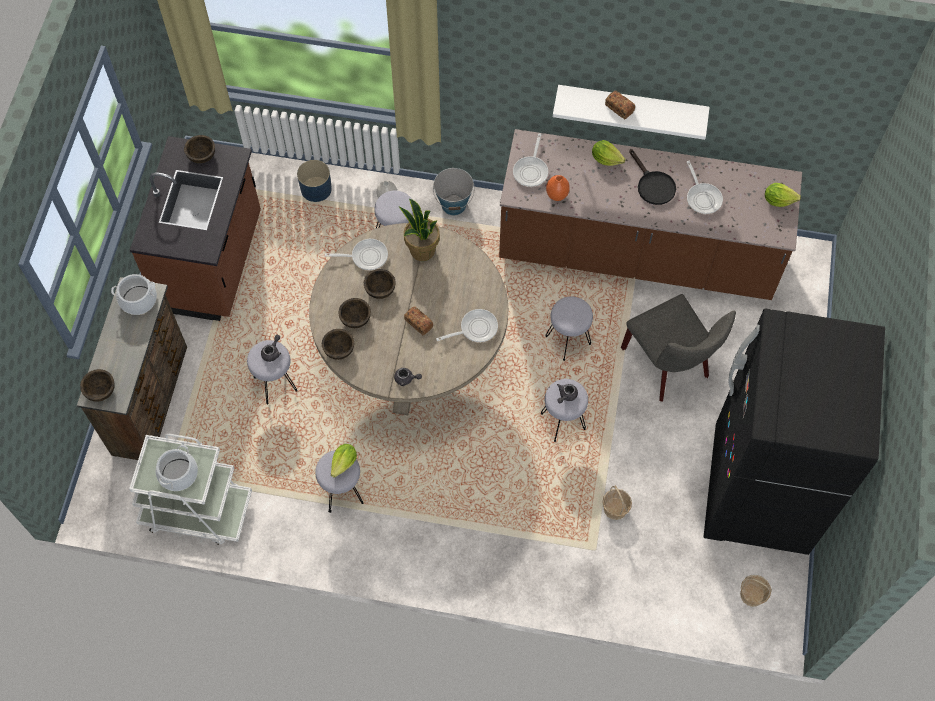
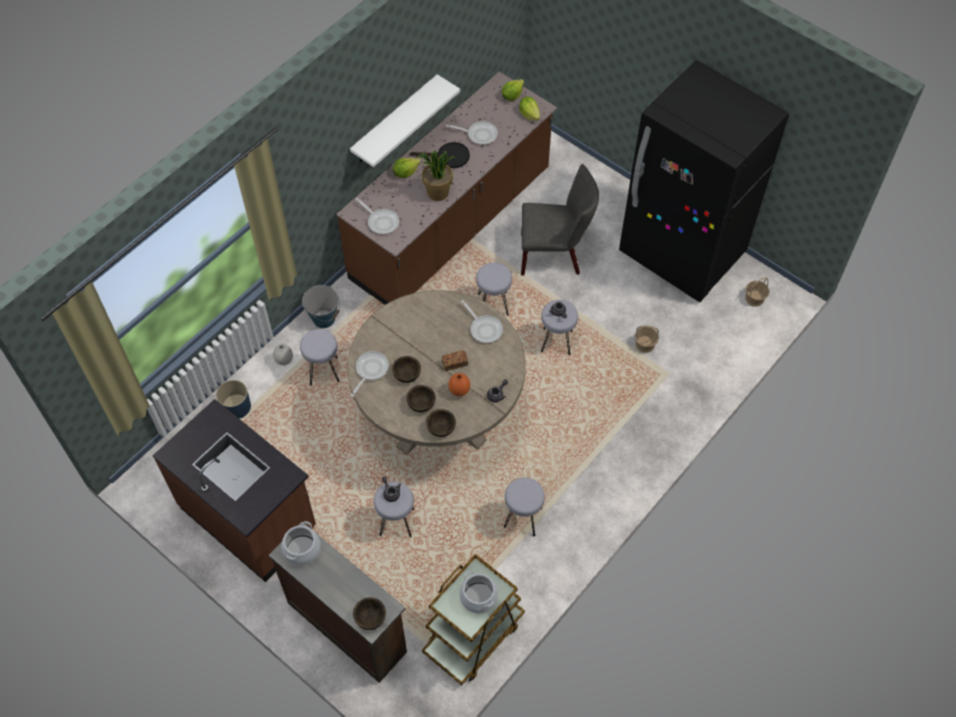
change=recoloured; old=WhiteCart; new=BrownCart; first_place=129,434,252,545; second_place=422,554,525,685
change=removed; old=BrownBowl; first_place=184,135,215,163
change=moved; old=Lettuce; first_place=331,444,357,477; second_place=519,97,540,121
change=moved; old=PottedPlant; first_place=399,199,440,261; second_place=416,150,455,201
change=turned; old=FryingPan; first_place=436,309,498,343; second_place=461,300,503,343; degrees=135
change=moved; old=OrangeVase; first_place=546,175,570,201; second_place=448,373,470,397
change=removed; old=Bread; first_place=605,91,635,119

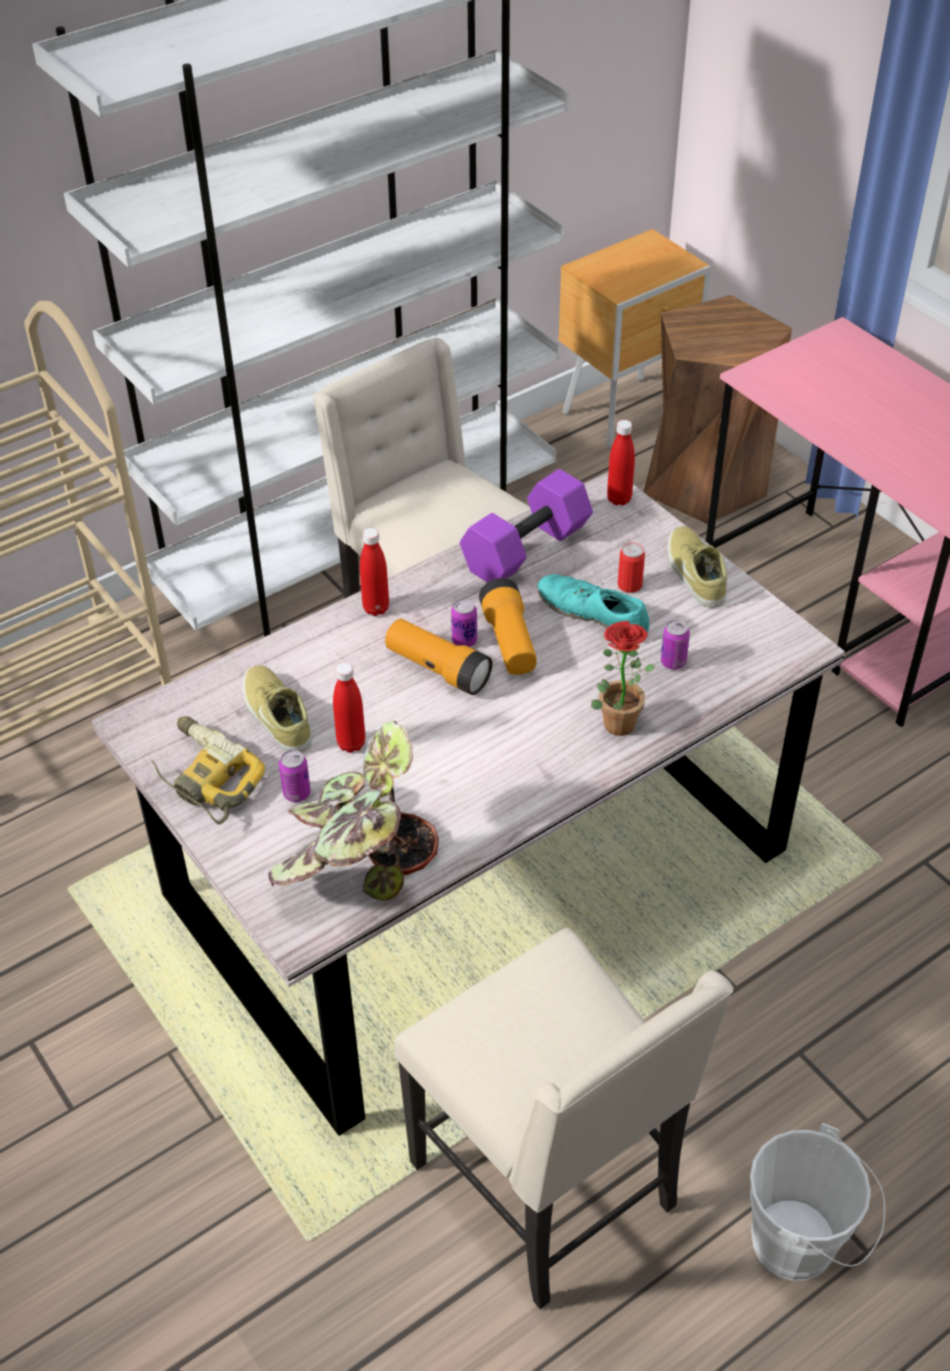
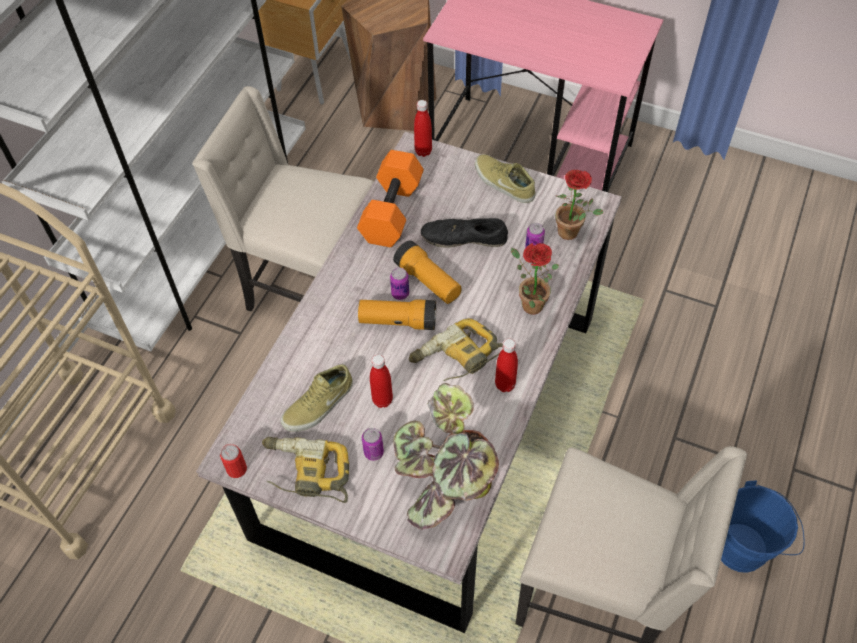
change=turned; old=BeigeShoe; first_place=243,665,312,753; second_place=280,364,353,432; degrees=-75
change=moved; old=RedBottle; first_place=360,528,389,616; second_place=495,339,518,392
change=recoloured; old=PurpleDumbbell; new=OrangeDumbbell; first_place=460,469,593,583; second_place=357,150,424,247
change=recoloured; old=TurquoiseShoe; new=BlackShoe; first_place=537,574,649,633; second_place=421,217,508,248
change=moved; old=Can; first_place=618,542,645,593; second_place=220,444,247,478
change=recoloured; old=WhiteBucket; new=BlueBucket; first_place=750,1123,885,1281; second_place=721,480,805,573
change=added; new=PowerDrill; second_place=409,318,503,381
change=added; new=PottedPlant; second_place=555,170,603,240

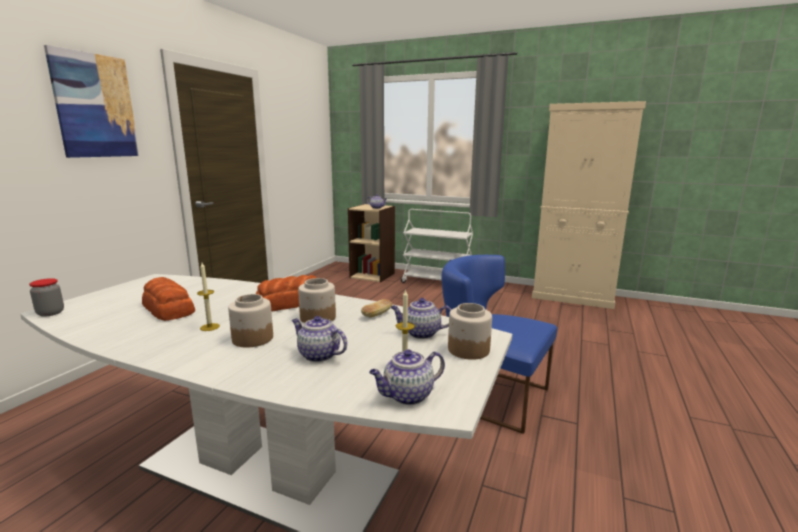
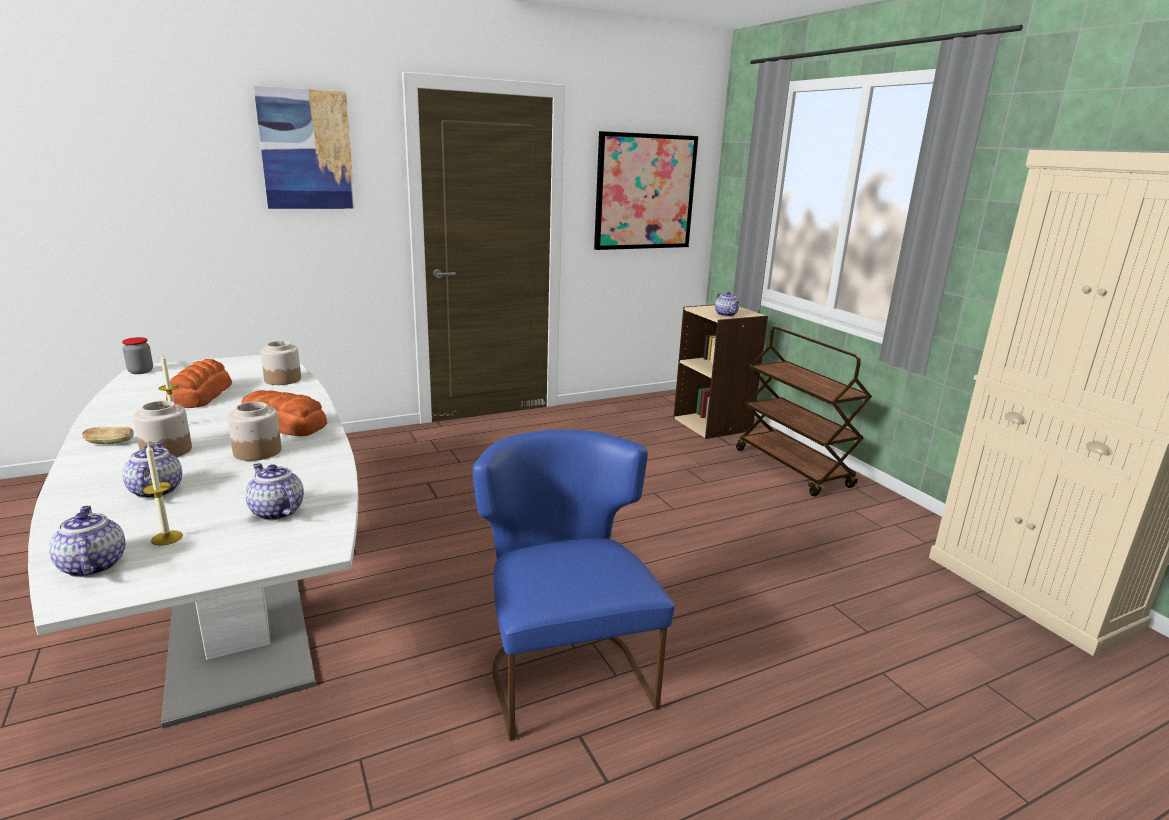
change=moved; old=Bread; first_place=361,299,392,318; second_place=82,427,134,444
change=turned; old=Teapot; first_place=369,349,445,405; second_place=49,506,125,577; degrees=45
change=recoloured; old=WhiteCart; new=BrownCart; first_place=401,209,473,283; second_place=736,327,872,496
change=moved; old=Jar; first_place=448,303,492,360; second_place=260,341,301,385
change=added; new=Picture; second_place=594,131,698,250

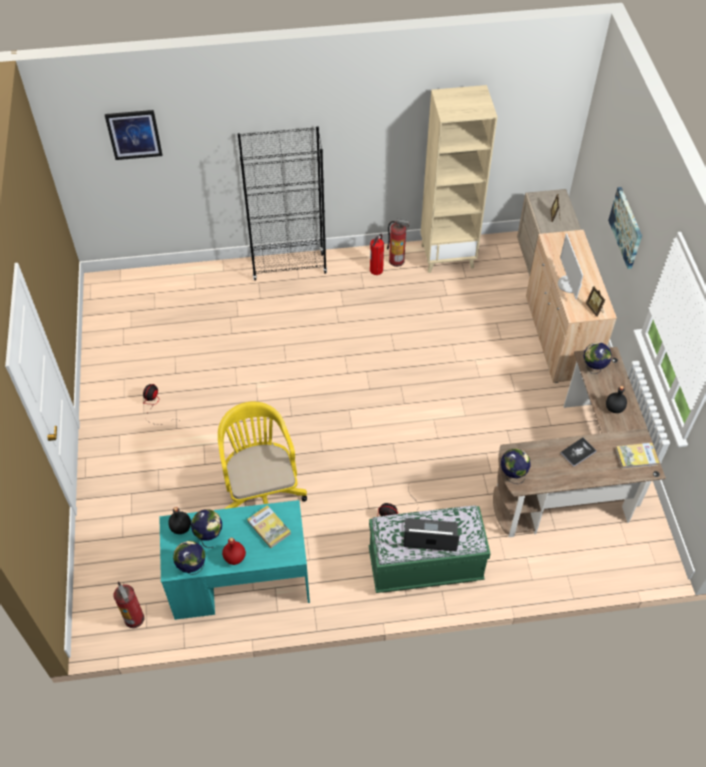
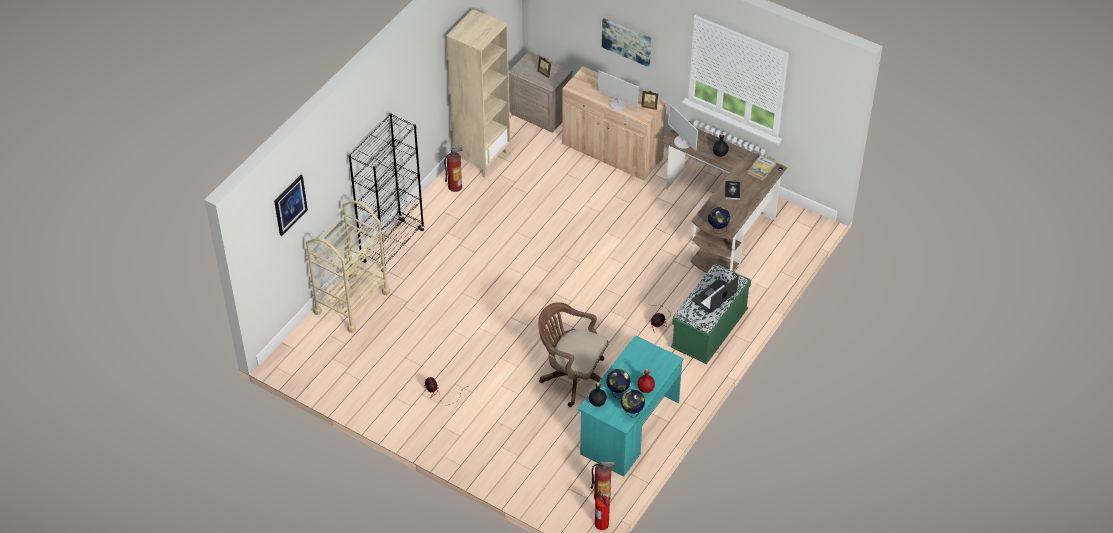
change=recoloured; old=YellowOfficeChair; new=BrownOfficeChair; first_place=218,402,307,509; second_place=538,302,608,407
change=removed; old=Book; first_place=247,505,291,548
change=moved; old=FireExtinguisher; first_place=370,234,384,275; second_place=595,491,610,530
change=replaced; old=Globe; new=Monitor; first_place=584,342,612,374; second_place=668,104,698,151
change=added; new=BeigeCart; second_place=306,200,390,333

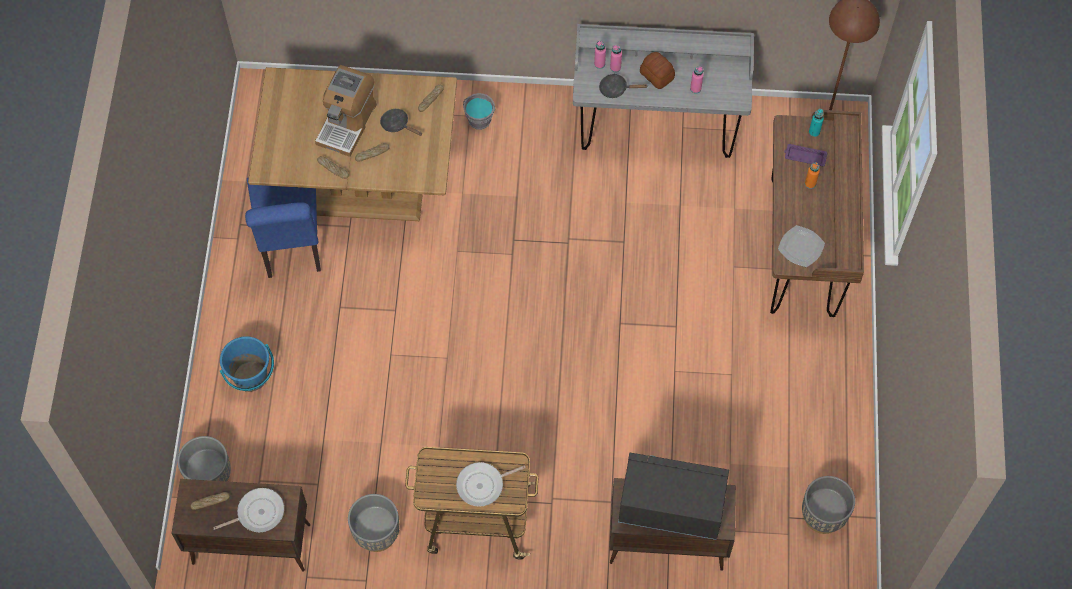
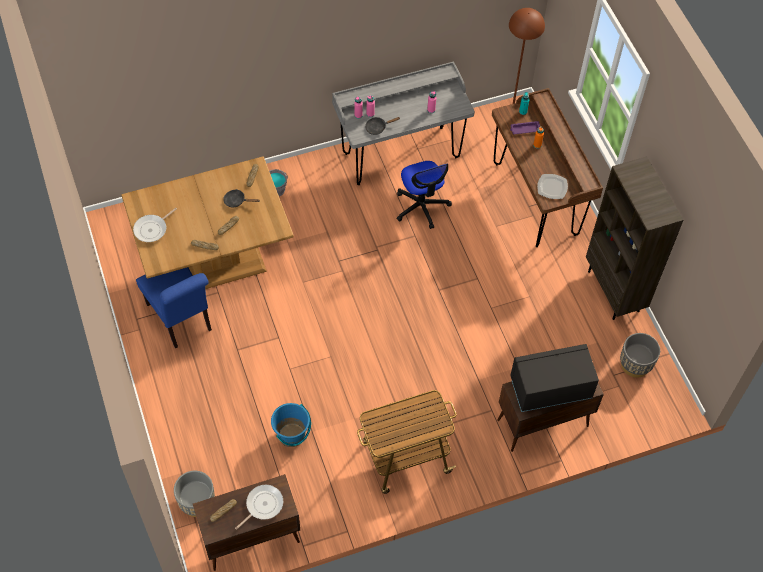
change=moved; old=BlueBucket; first_place=220,336,274,392; second_place=271,403,311,447
change=removed; old=CoffeeMachine; first_place=315,65,377,157
change=removed; old=GreyPlanter; first_place=348,494,399,552
change=moved; old=FryingPan; first_place=456,462,526,507; second_place=133,208,177,242
change=removed; old=Bread; first_place=640,52,675,89
change=added; new=OfficeChair; second_place=396,161,452,229
change=added; new=BrownBookcase; second_place=586,156,683,320

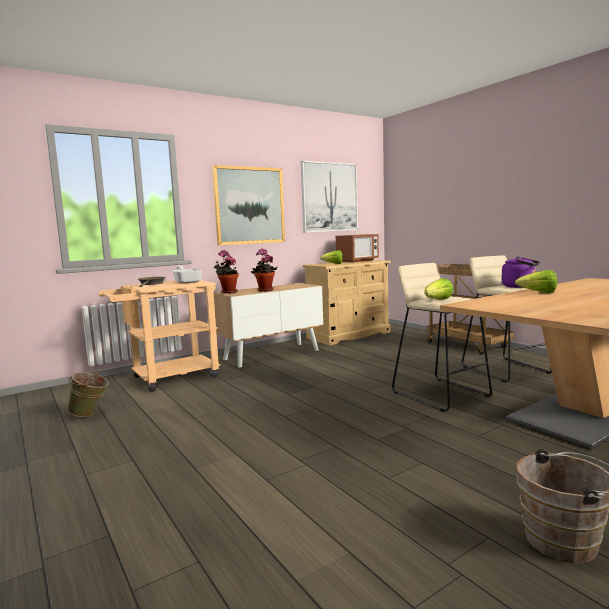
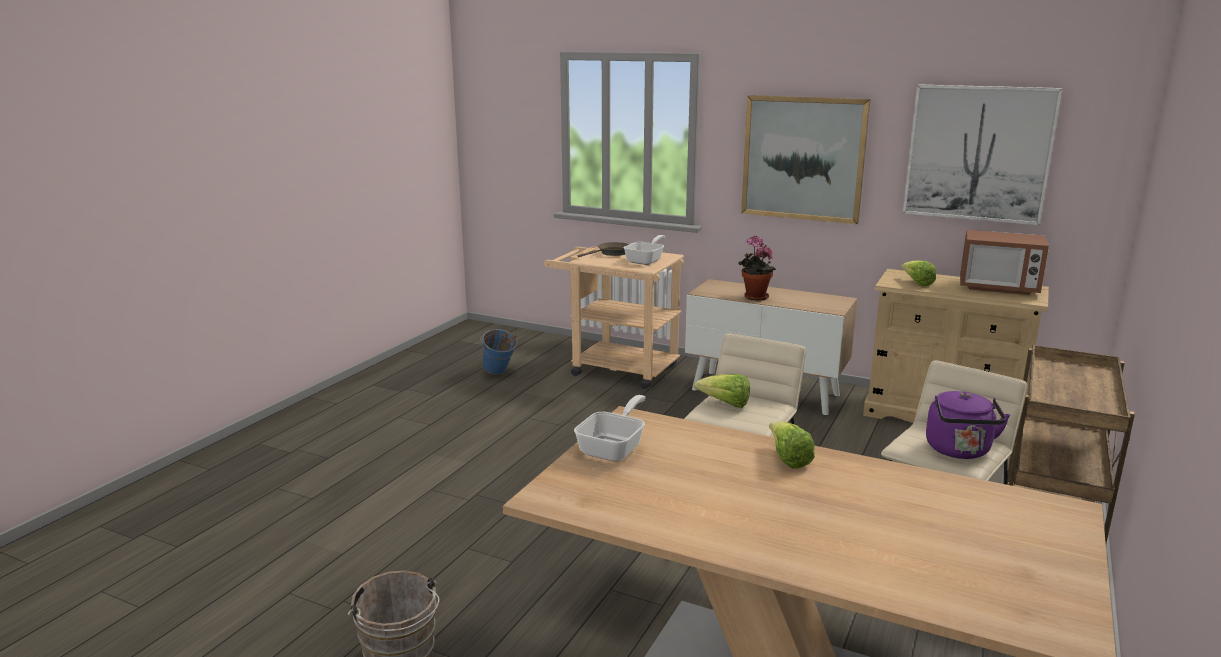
change=recoloured; old=GreenBucket; new=BlueBucket; first_place=67,372,109,417; second_place=480,329,517,375
change=removed; old=PottedPlant; first_place=214,250,239,293
change=added; new=FryingPan; second_place=574,395,645,462

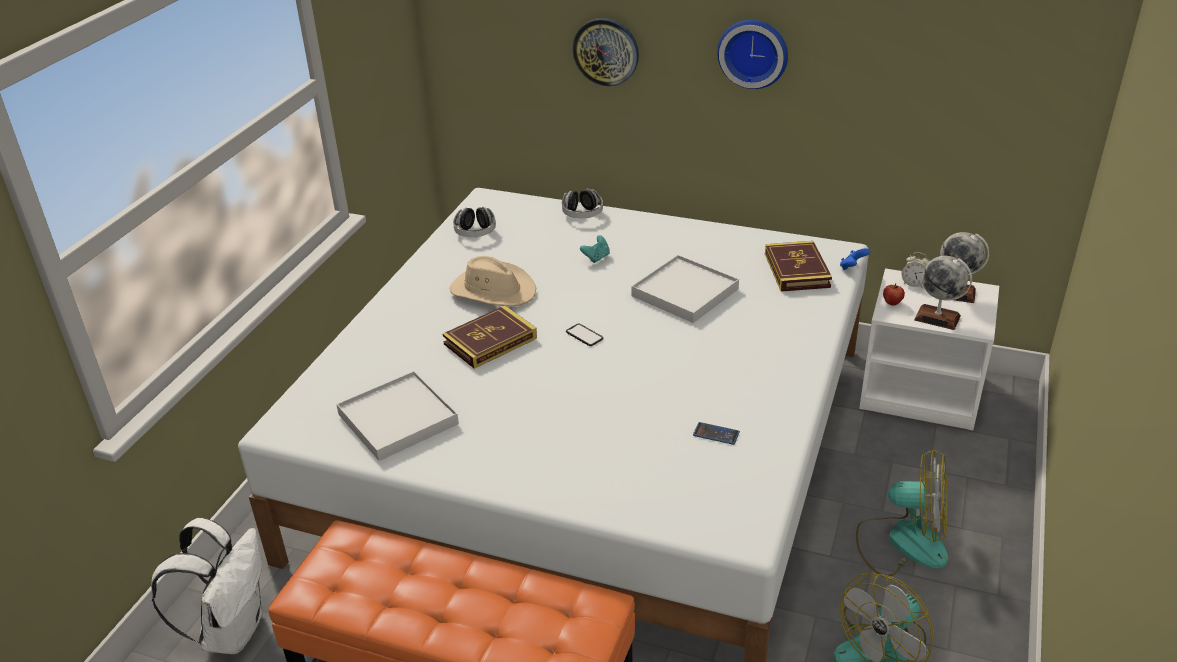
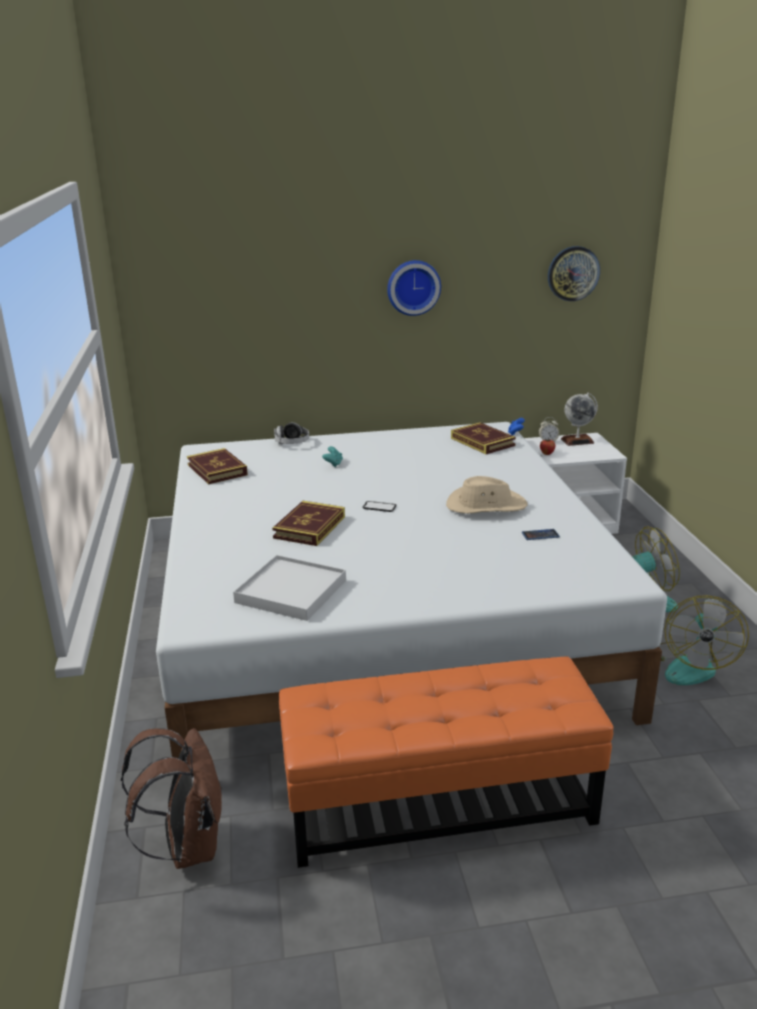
change=recoloured; old=WhiteBackpack; new=BrownBackpack; first_place=151,518,262,654; second_place=121,728,222,869
change=moved; old=BeigeHat; first_place=450,256,536,306; second_place=446,476,527,514
change=replaced; old=Headphones; new=Book; first_place=453,207,496,237; second_place=187,448,248,484
change=moved; old=WallClock; first_place=572,18,639,86; second_place=548,246,600,301
change=removed; old=WhiteTray; first_place=631,255,739,323
change=removed; old=Globe; first_place=914,256,972,330

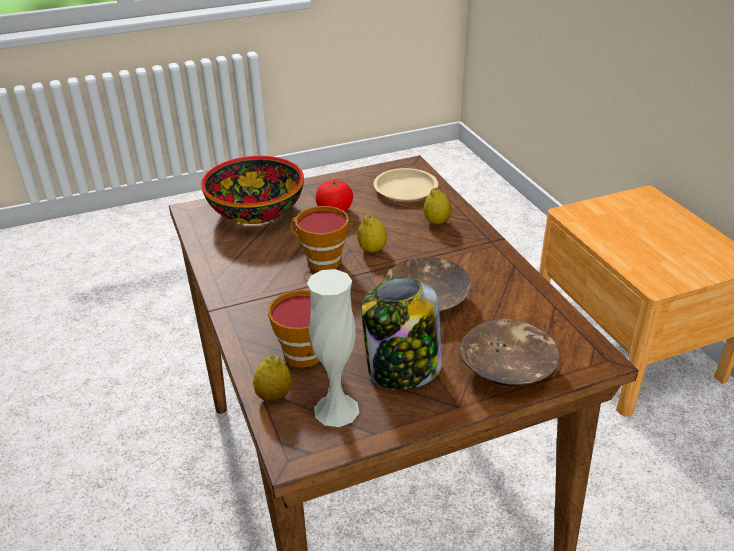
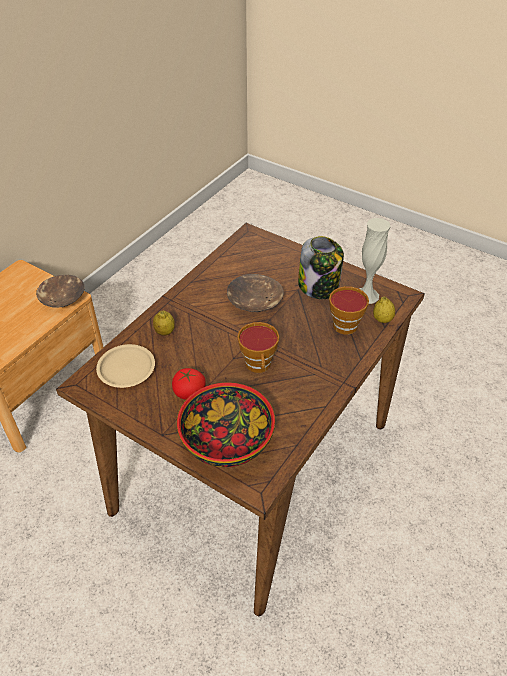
change=removed; old=Lemon; first_place=357,215,387,252
change=moved; old=BrownBowl; first_place=460,319,559,386; second_place=36,275,85,308

